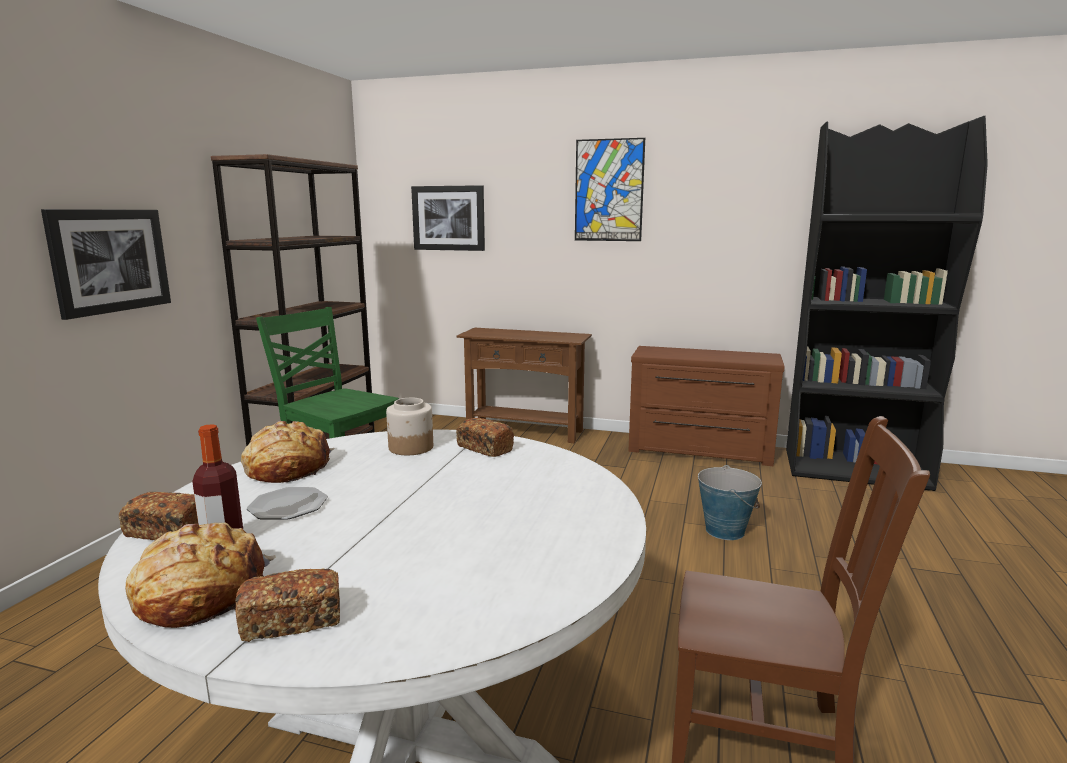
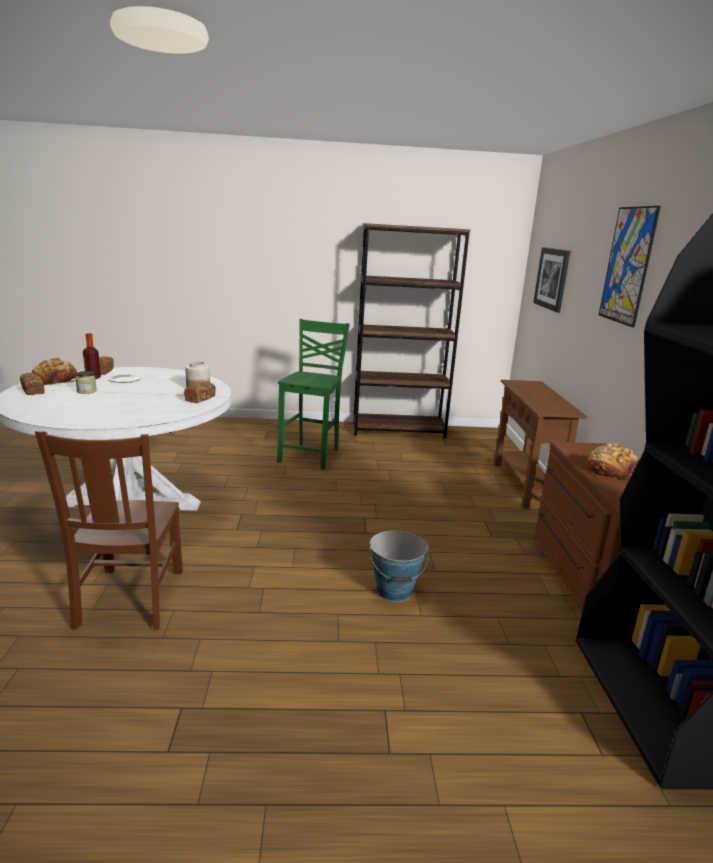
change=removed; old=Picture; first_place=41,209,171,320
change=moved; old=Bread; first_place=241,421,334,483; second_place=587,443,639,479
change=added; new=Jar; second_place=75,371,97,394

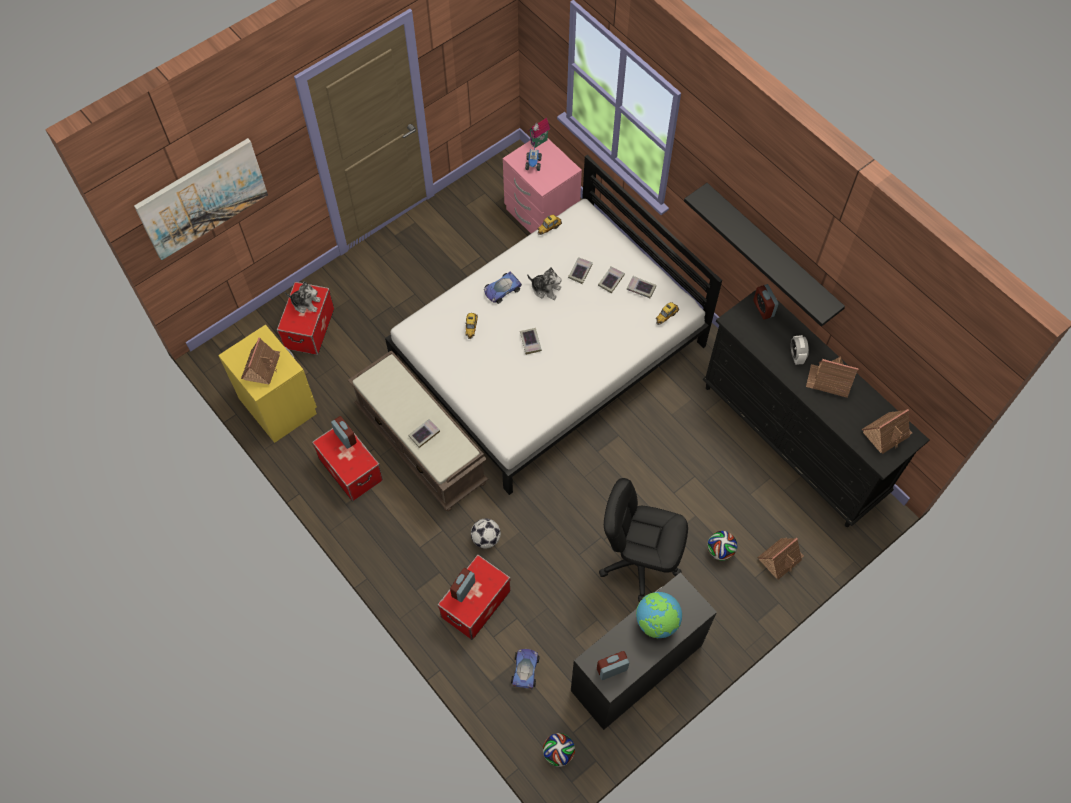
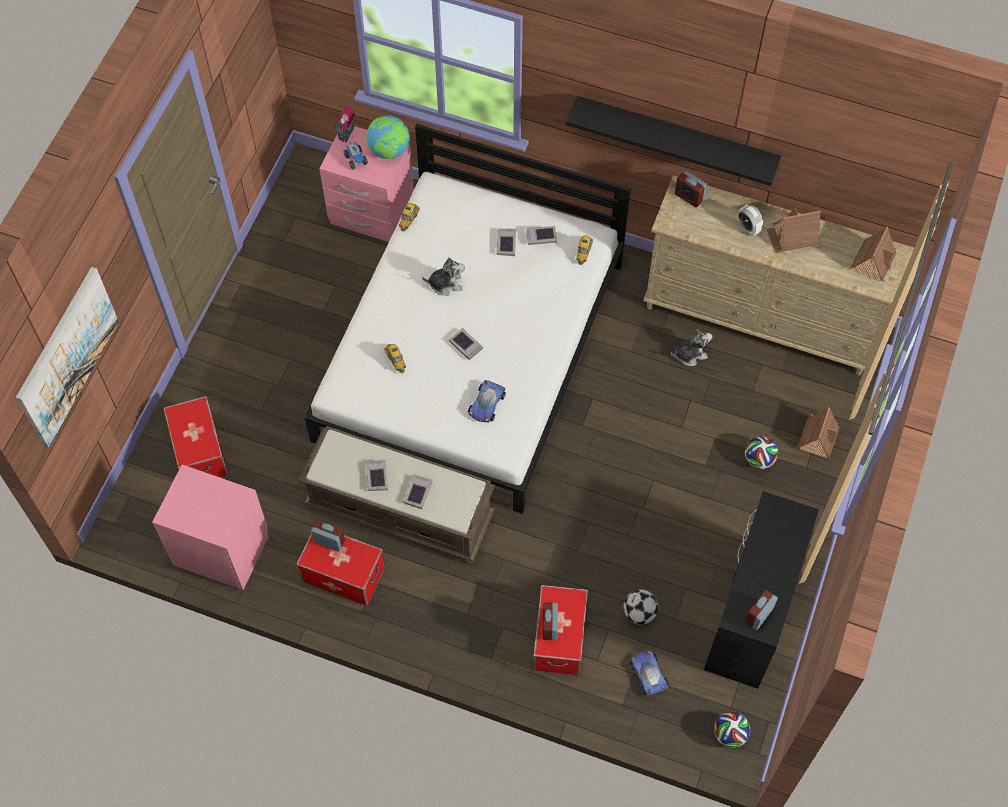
change=recoloured; old=YellowNightstand; new=PinkNightstand; first_place=218,324,317,443; second_place=152,465,269,590
change=removed; old=ToyHouse; first_place=241,337,280,384
change=moved; old=PlushToy; first_place=285,281,321,313; second_place=671,329,712,366
change=moved; old=Football; first_place=471,518,501,549; second_place=623,589,658,625
change=moved; old=ToyCar; first_place=484,272,522,304; second_place=468,380,506,422
change=moved; old=Book; first_place=568,257,593,284; second_place=366,459,388,491
change=removed; old=BlackOfficeChair; first_place=599,478,688,602
change=moved; old=Globe; first_place=636,592,682,639; second_place=366,115,410,159
change=recoloured; old=BlackDresser; new=BeigeDresser; first_place=702,290,929,527; second_place=643,175,914,375

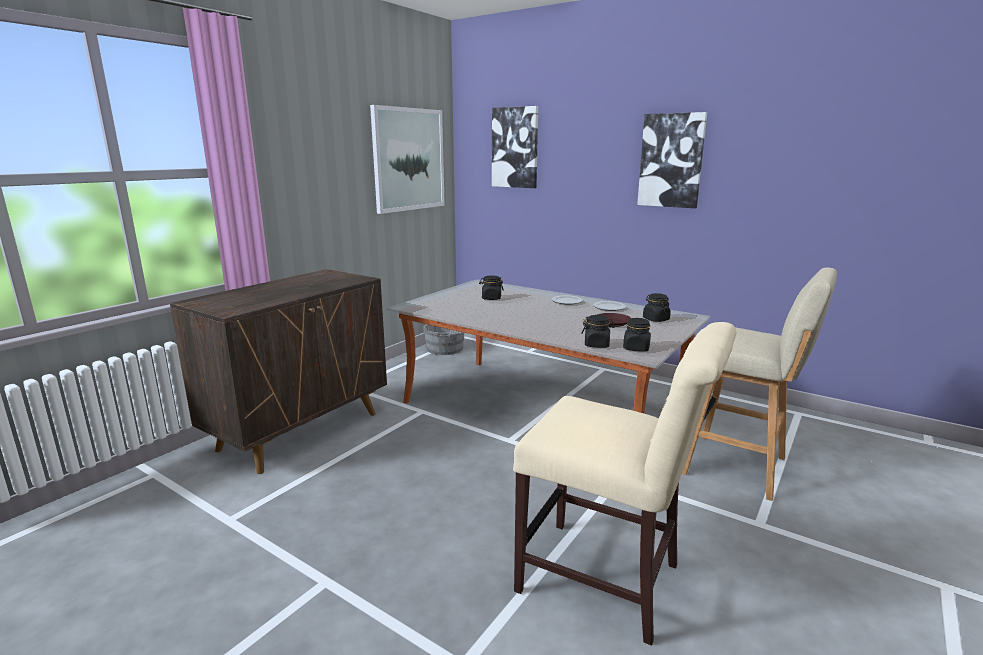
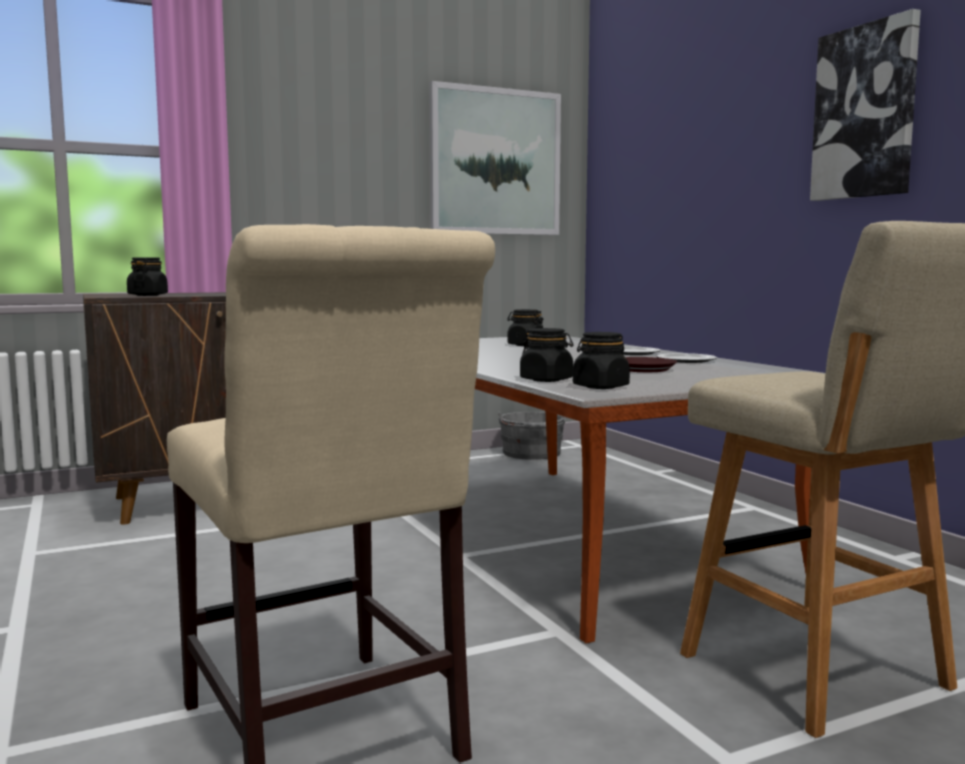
change=removed; old=Picture; first_place=492,106,538,188
change=moved; old=BlackJar; first_place=643,293,671,322; second_place=127,257,168,296

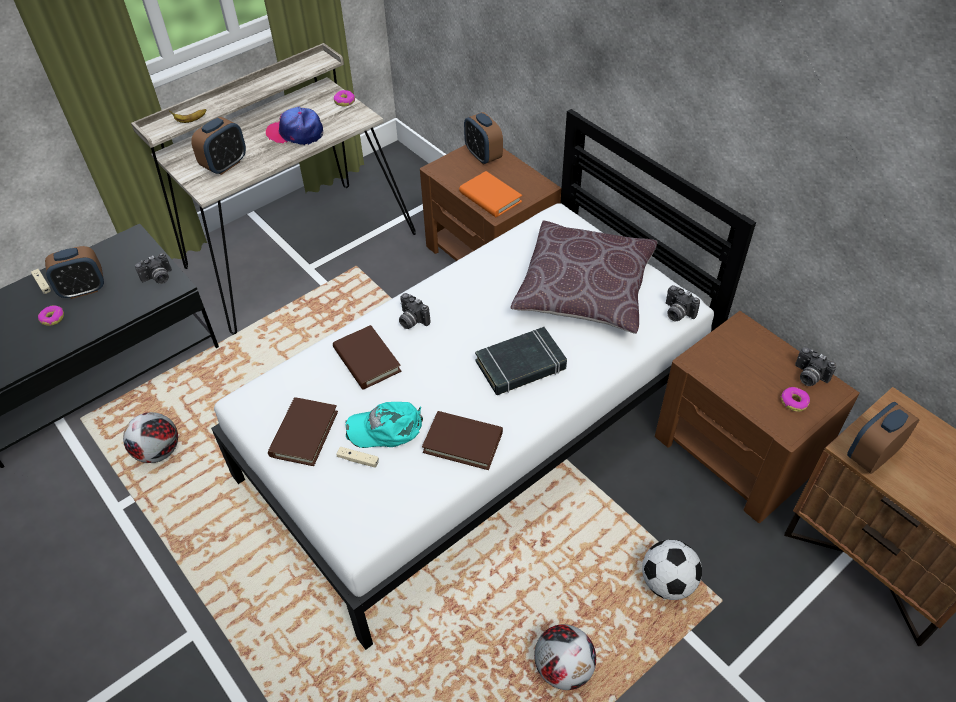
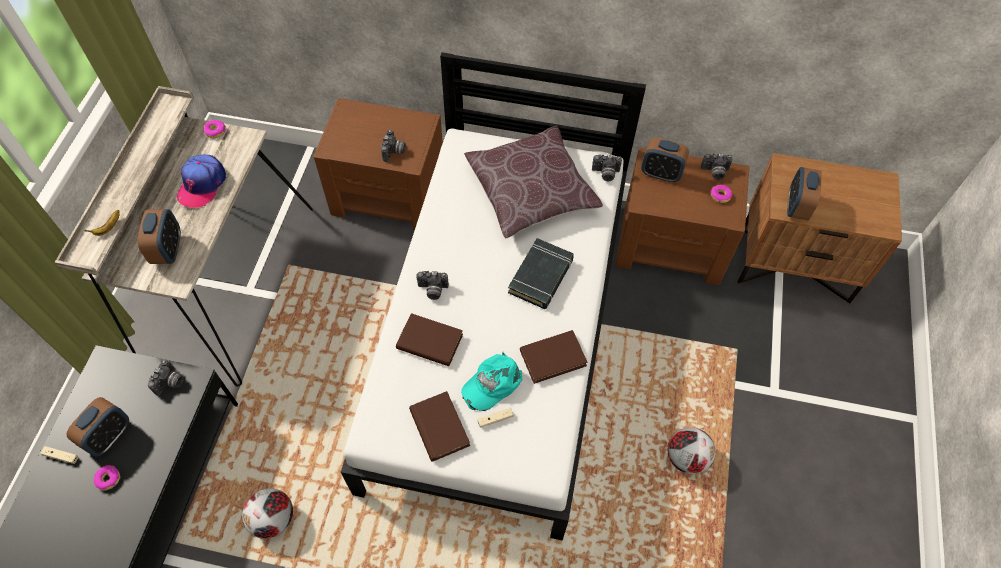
change=turned; old=Cap; first_place=266,107,323,145; second_place=177,155,226,208; degrees=-45
change=replaced; old=OrangeBook; new=PhotoCamera; first_place=459,171,522,217; second_place=381,130,406,162
change=moved; old=AlarmClock; first_place=464,112,503,165; second_place=641,138,689,182
change=removed; old=Football; first_place=642,540,702,600

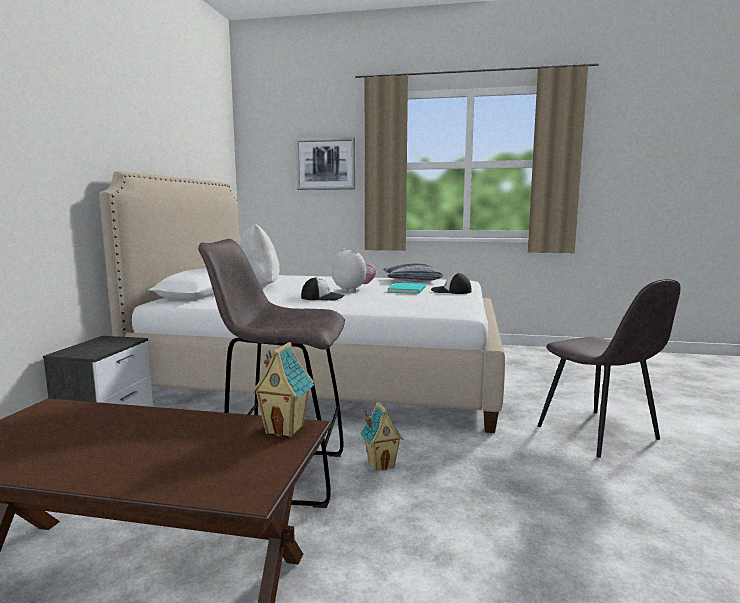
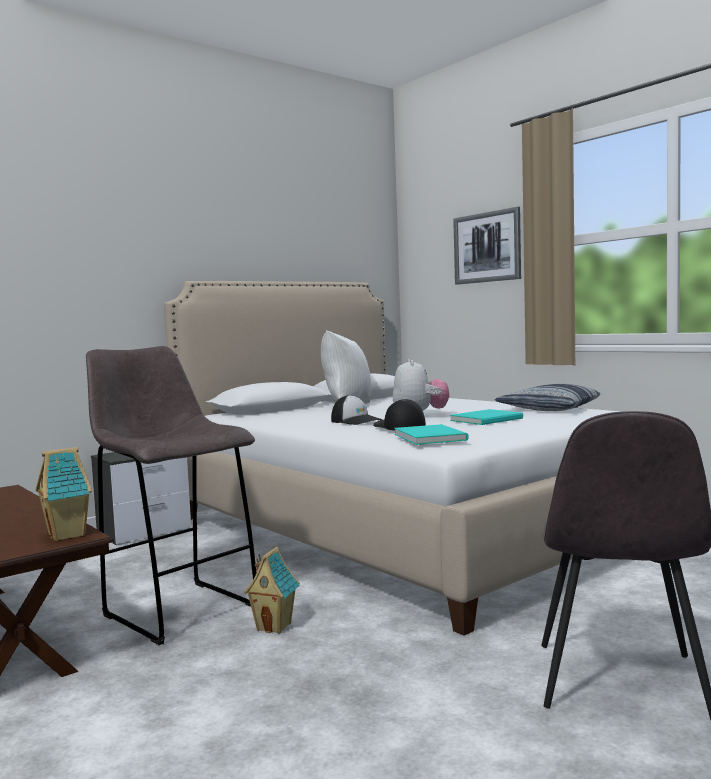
change=moved; old=Cap; first_place=431,273,471,294; second_place=373,399,426,430
change=added; new=TurquoiseBook; second_place=394,424,469,445

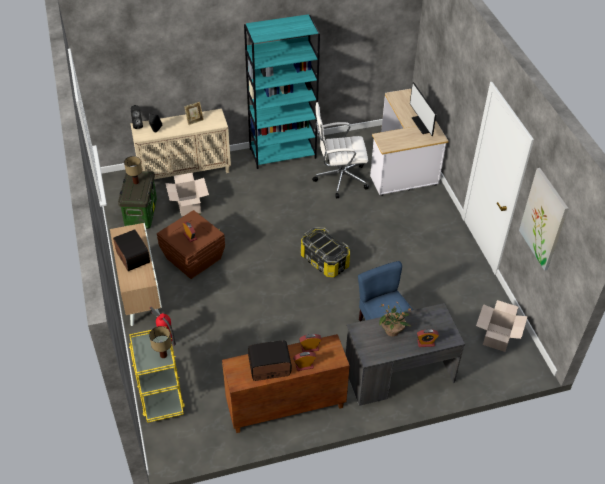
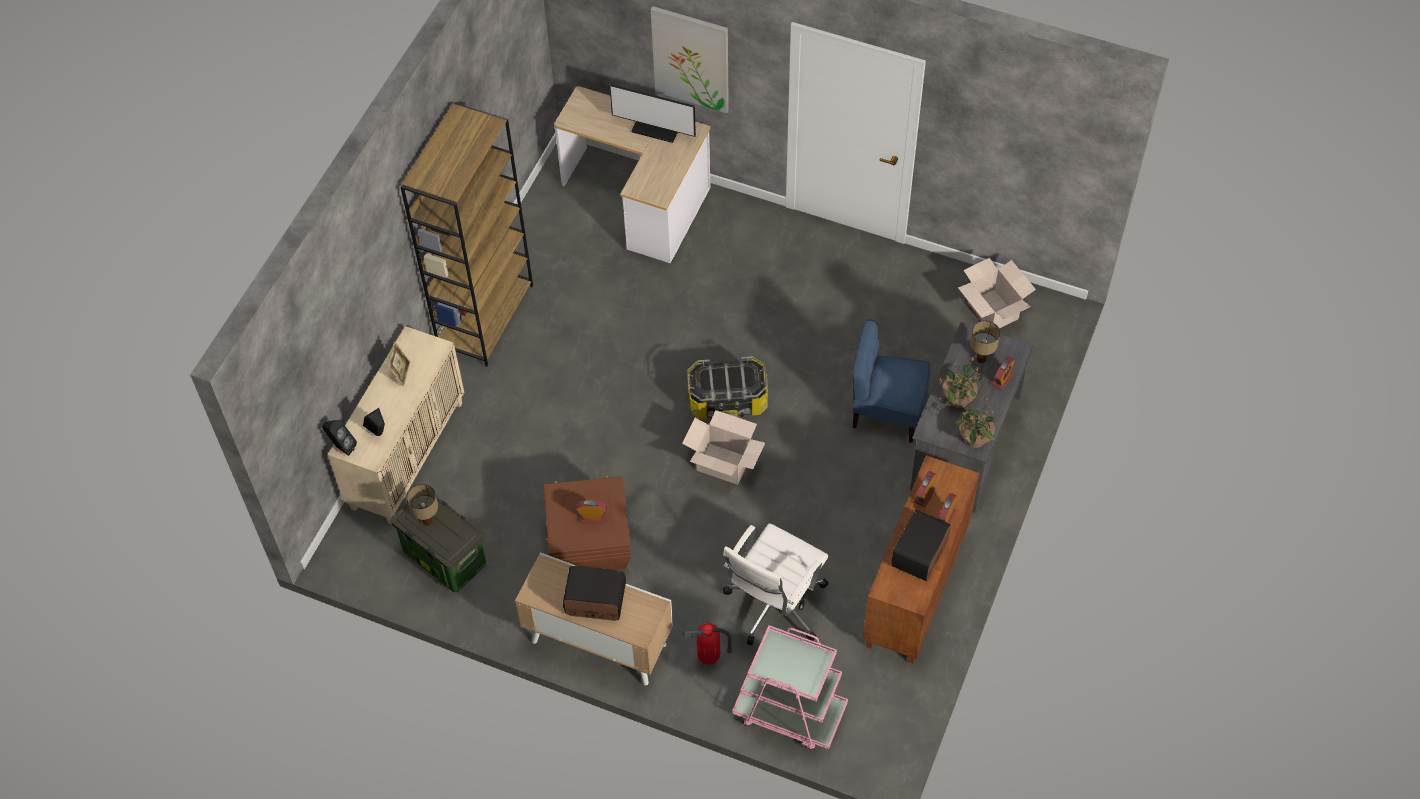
change=recoloured; old=YellowCart; new=PinkCart; first_place=129,327,185,423; second_place=732,625,848,750
change=moved; old=TableLamp; first_place=149,326,172,358; second_place=970,321,1000,363
change=moved; old=CardboardBox; first_place=165,173,209,216; second_place=682,410,765,485
change=recoloured; old=TurquoiseBookcase; new=BrownBookcase; first_place=244,14,320,169; second_place=400,102,533,367
change=moved; old=WhiteOfficeChair; first_place=312,102,369,198; second_place=723,523,829,645
change=moved; old=Picture; first_place=519,168,569,271; second_place=651,6,729,113
change=added; new=PottedPlant; second_place=955,398,995,448

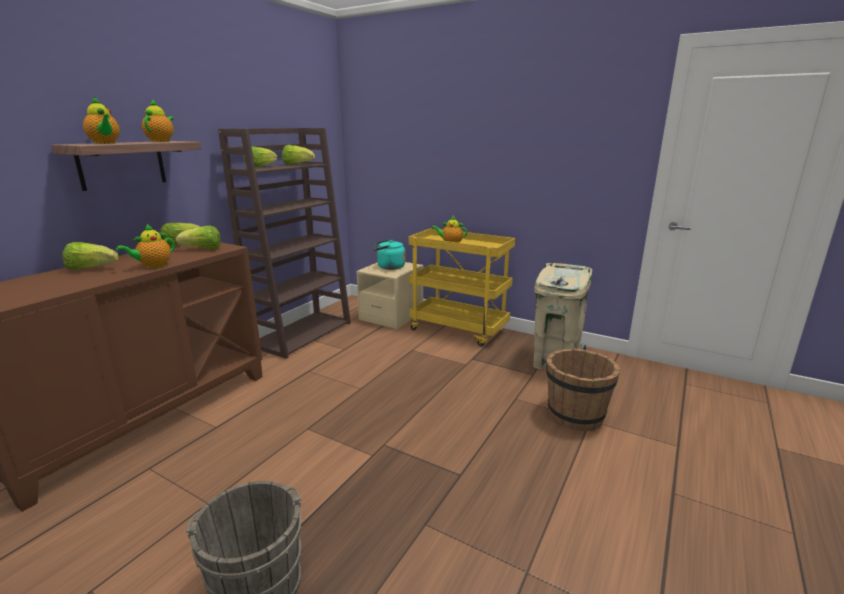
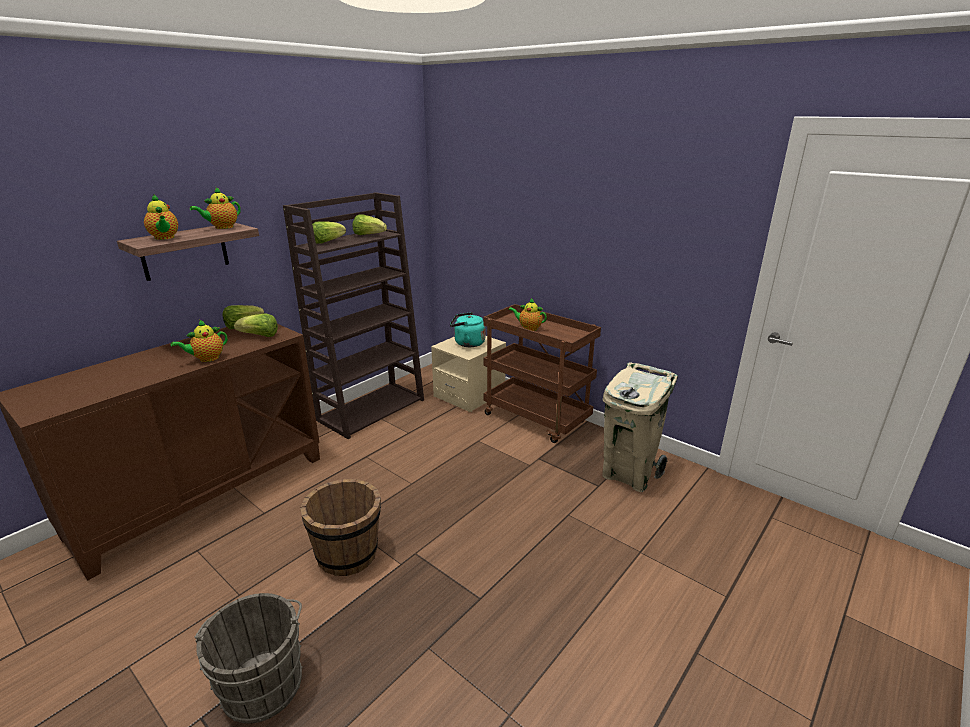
change=removed; old=Lettuce; first_place=62,242,119,270
change=turned; old=Teapot; first_place=142,99,174,142; second_place=190,187,241,229; degrees=-150
change=recoloured; old=YellowCart; new=BrownCart; first_place=408,228,515,346; second_place=483,304,601,443
change=moved; old=BrownBucket; first_place=546,348,620,431; second_place=300,479,381,576

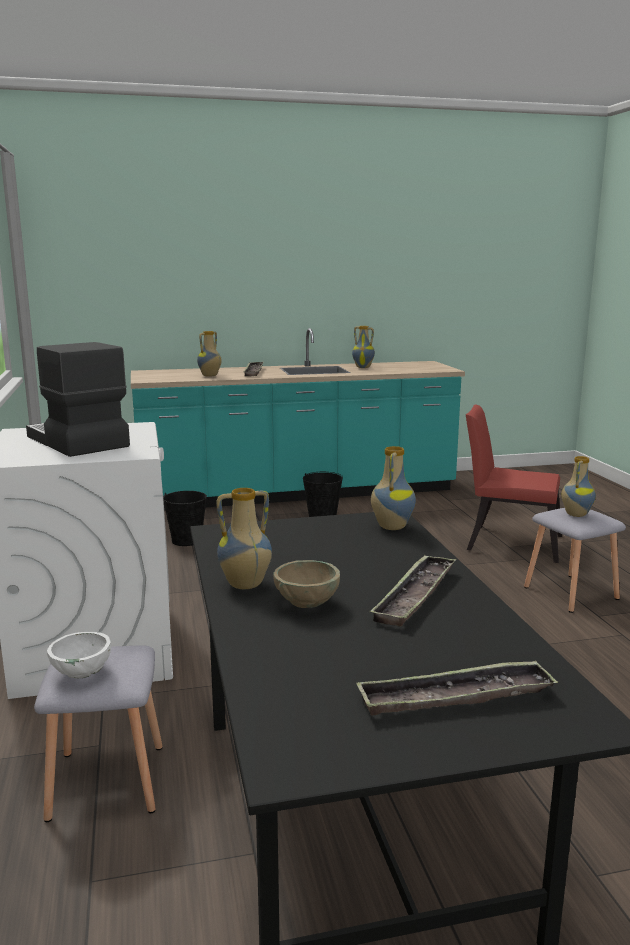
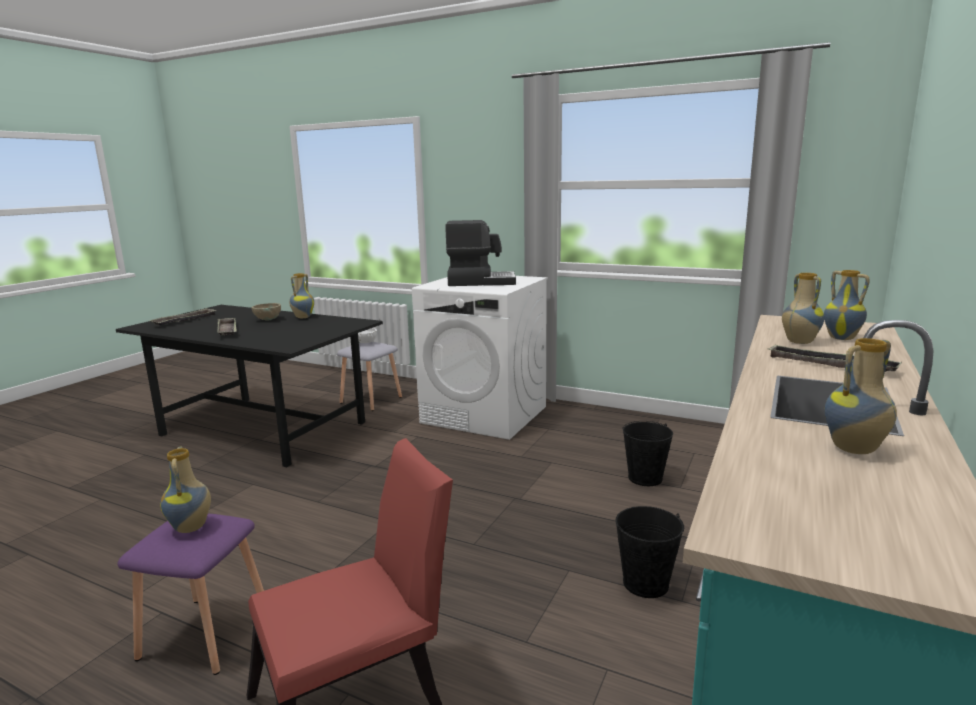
change=moved; old=Vase; first_place=371,446,416,530; second_place=824,270,870,340
change=recoloured; old=GreyStool; new=PurpleStool; first_place=524,508,626,613; second_place=117,513,264,675

